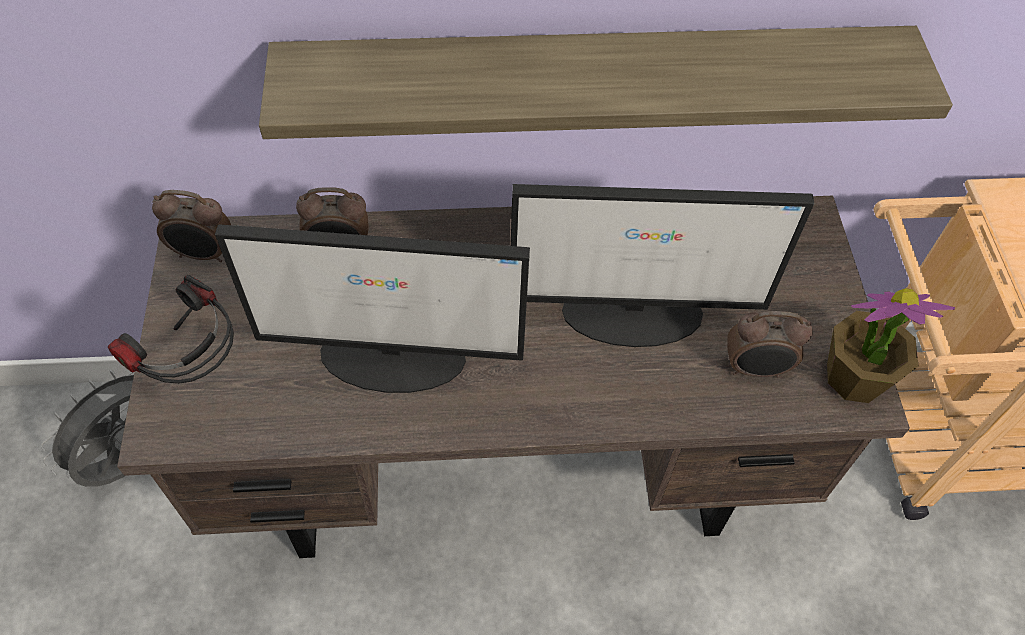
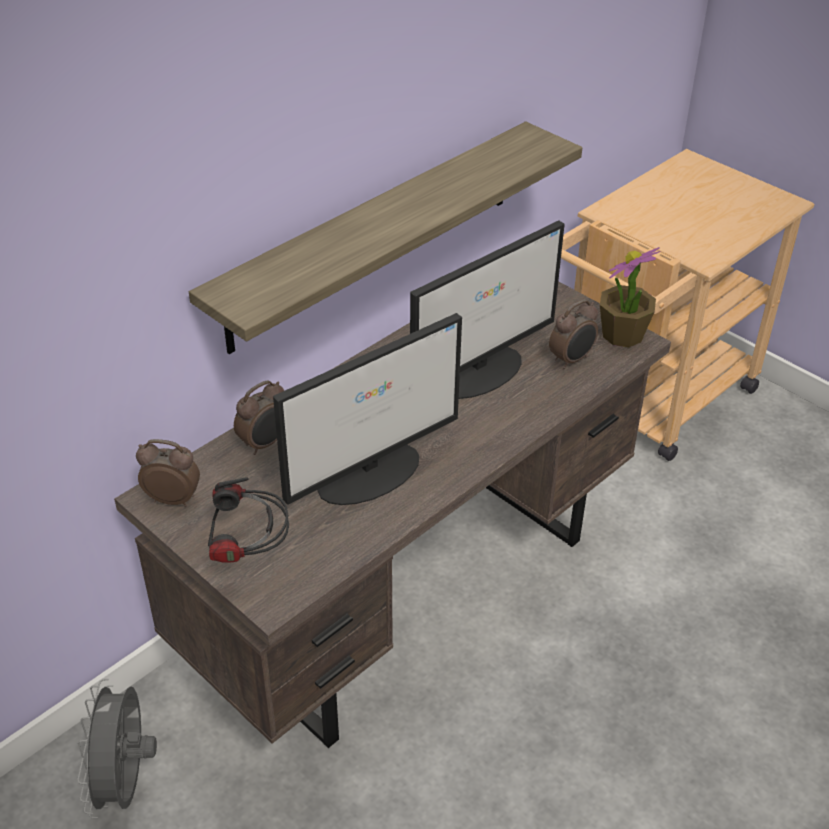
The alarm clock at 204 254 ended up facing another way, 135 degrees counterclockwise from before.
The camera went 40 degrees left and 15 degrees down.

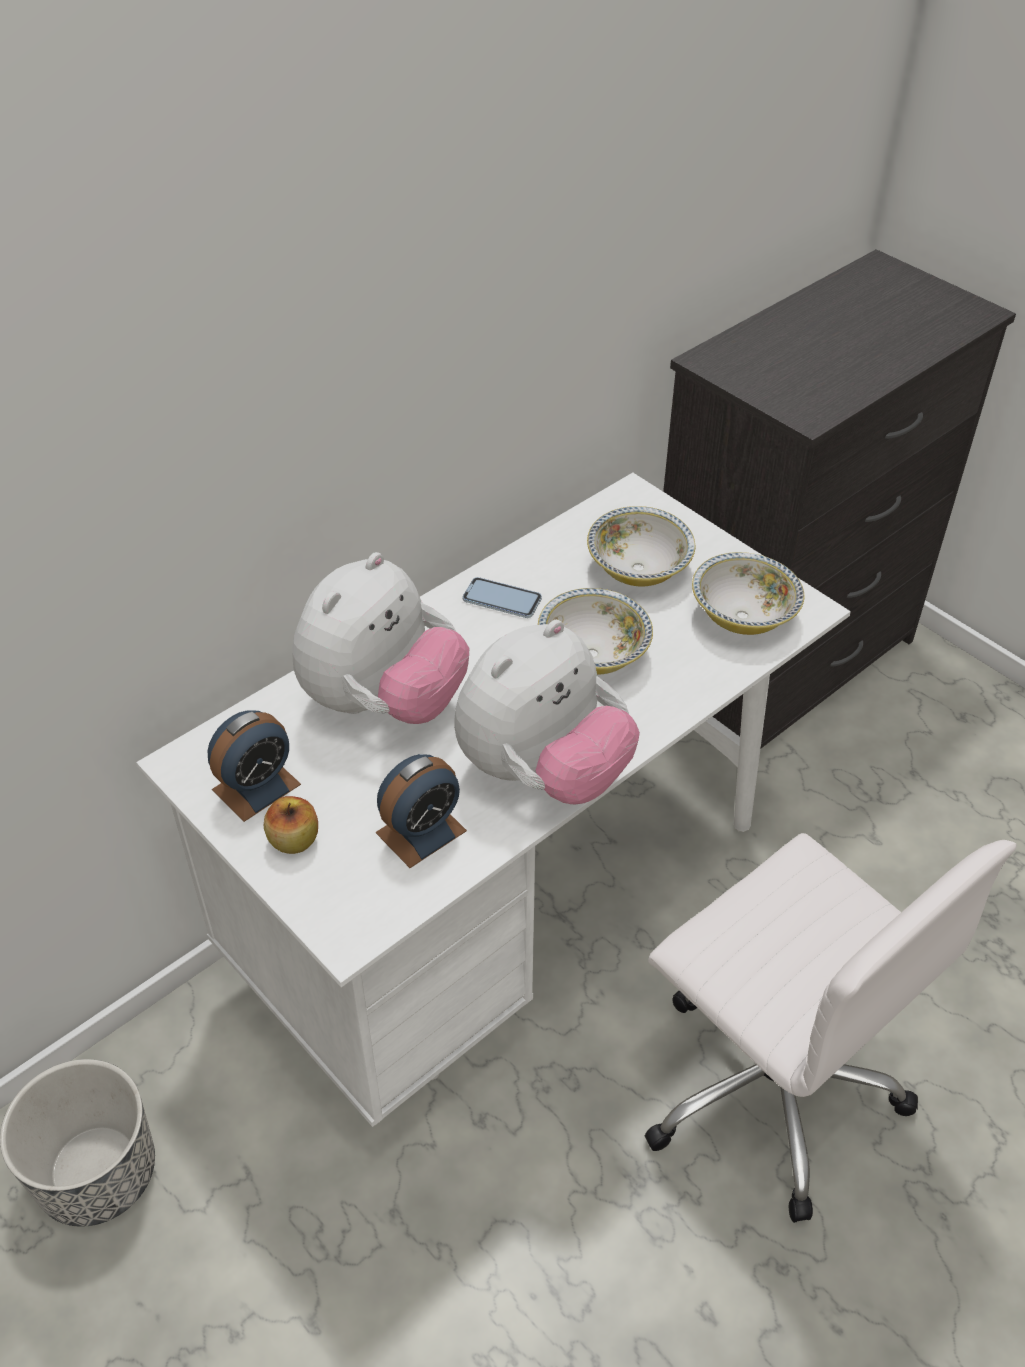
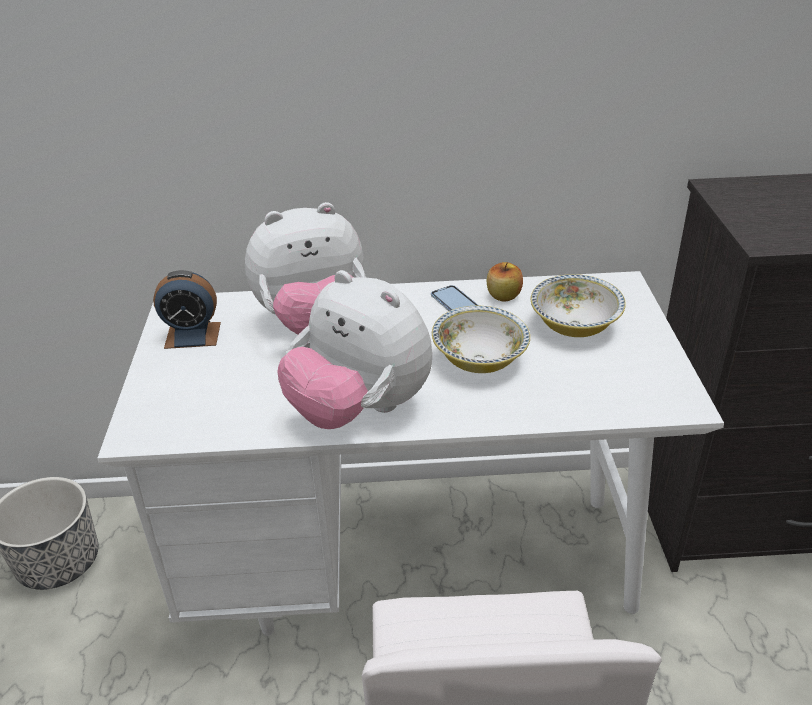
The second view lost the alarm clock at 421 832.
The second view lost the bowl at 743 616.
The apple ended up elsewhere, having gone from 294 840 to 503 296.
The plush toy at 543 772 ended up facing another way, 45 degrees clockwise from before.
The camera went 40 degrees right and 10 degrees down.

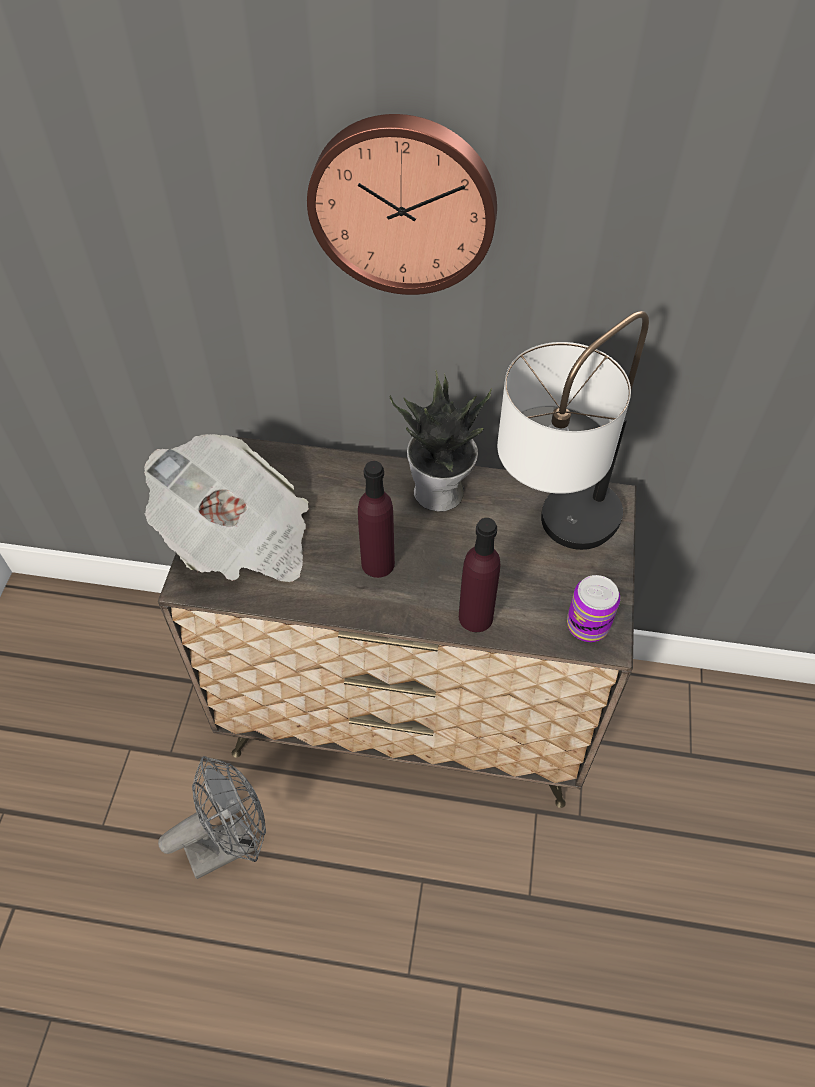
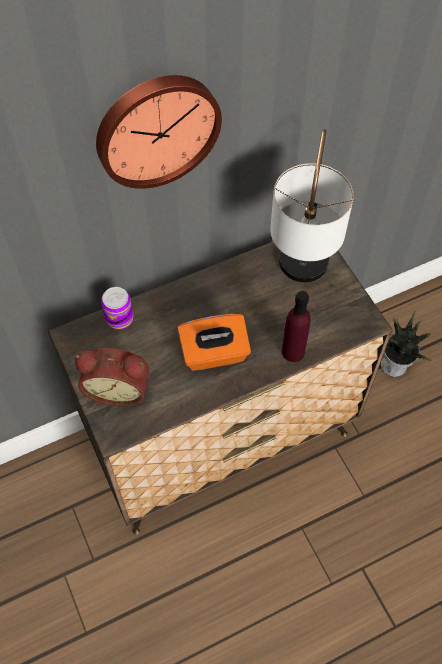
The second view lost the fan in grey at 230 842.
The potted plant ended up elsewhere, having gone from 440 493 to 395 365.
The can ended up elsewhere, having gone from 587 625 to 119 319.
Where the newspaper stood at 239 537, the alarm clock came to stand at 118 388.
Where the bottle in purple stood at 377 563, the tissue box in orange came to stand at 214 354.
The camera went 35 degrees left and 5 degrees up.

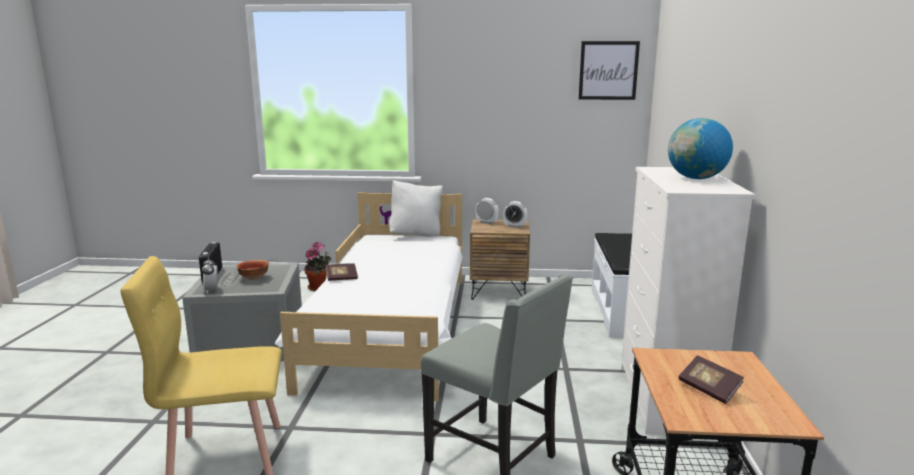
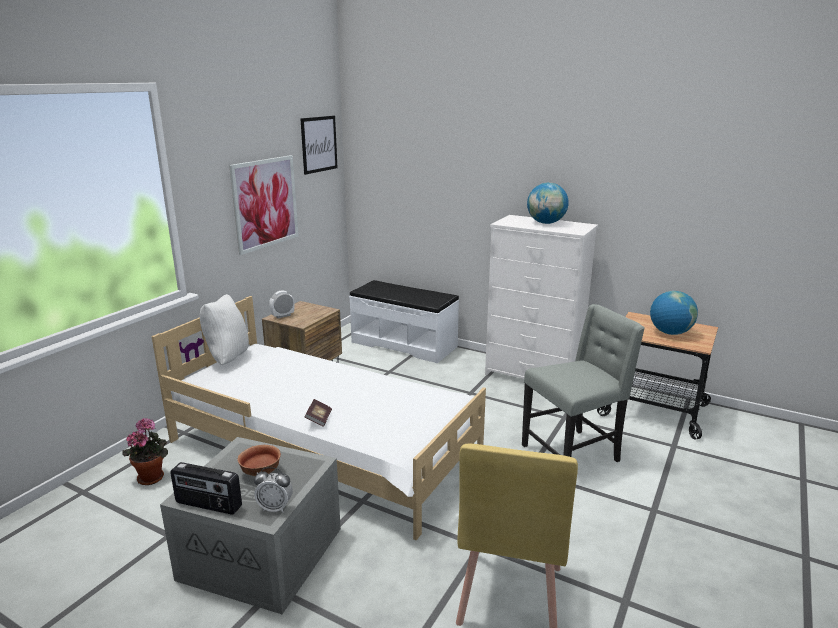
The second view lost the alarm clock at 515 226.
The second view gained the picture at 265 203.
Where the book stood at 709 389, the globe came to stand at 670 333.
The camera went 65 degrees left and 5 degrees up.

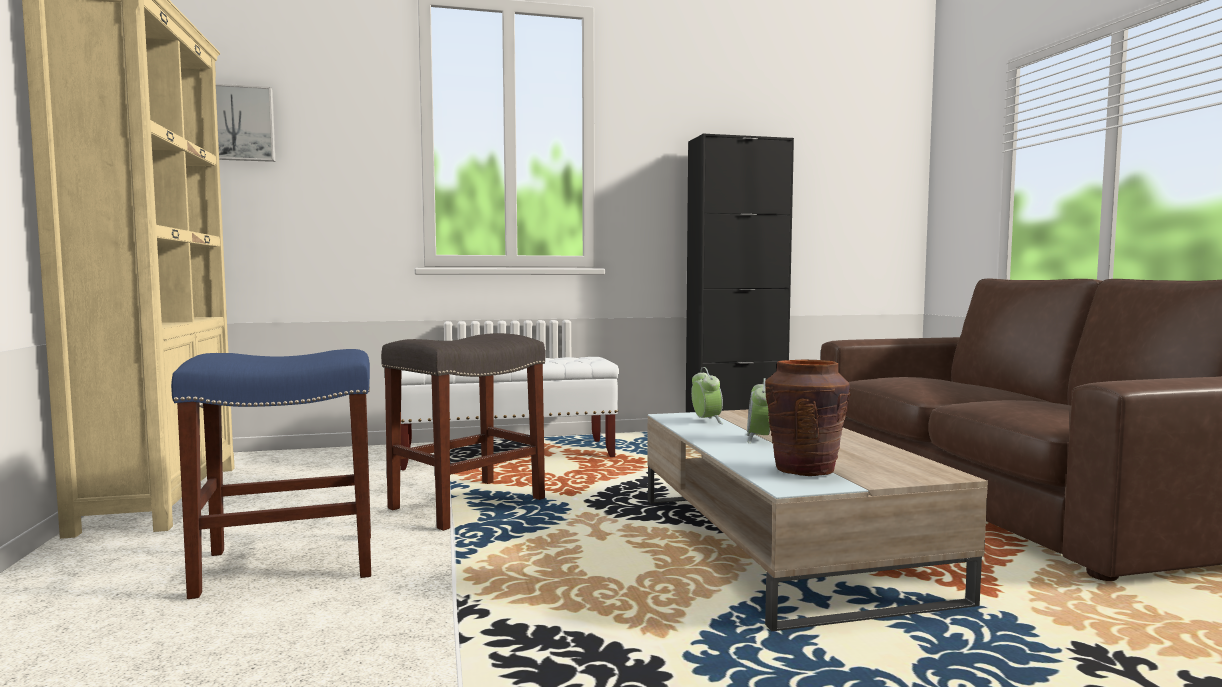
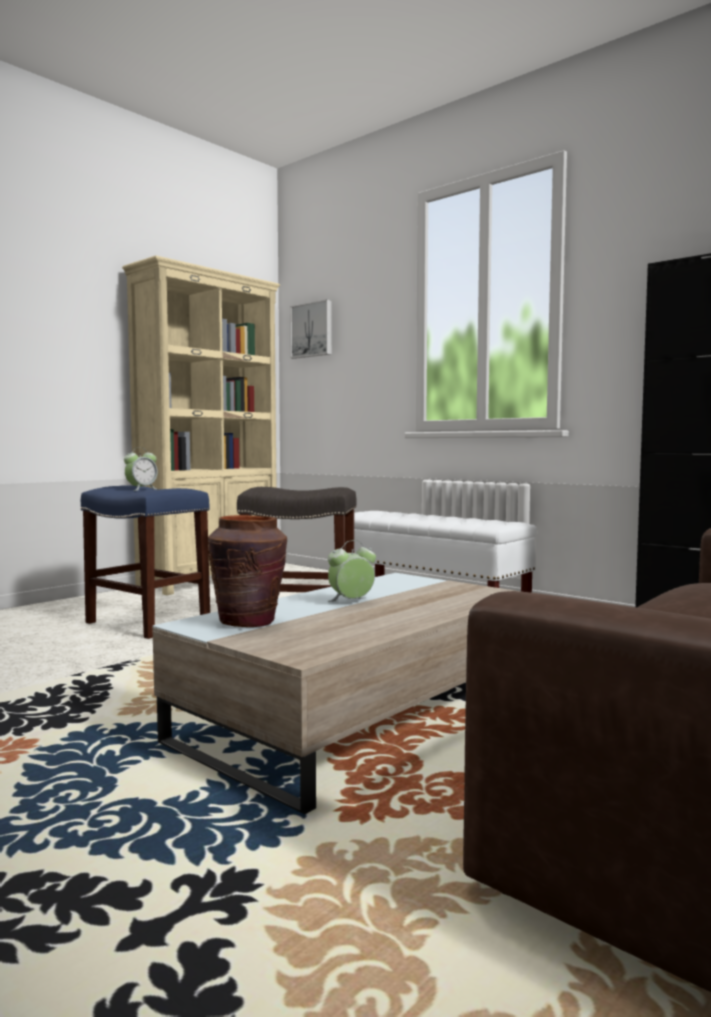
The alarm clock ended up elsewhere, having gone from 706 421 to 141 489.
The camera went 55 degrees right and 0 degrees up.

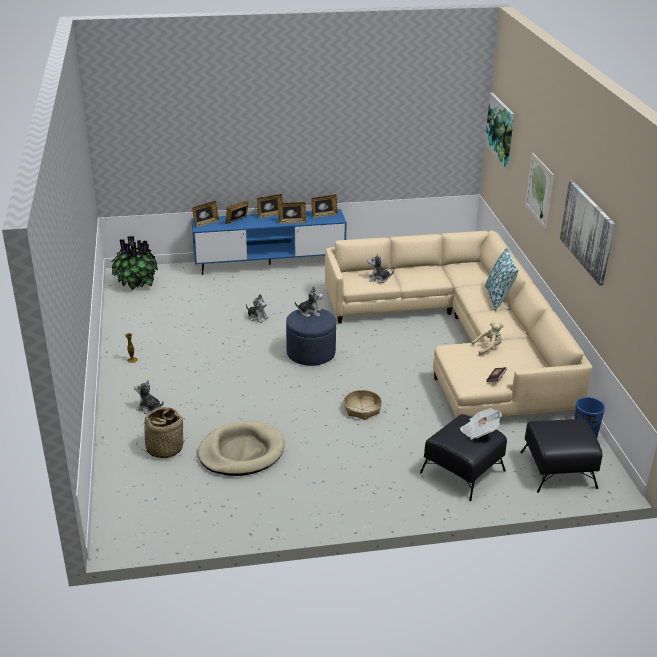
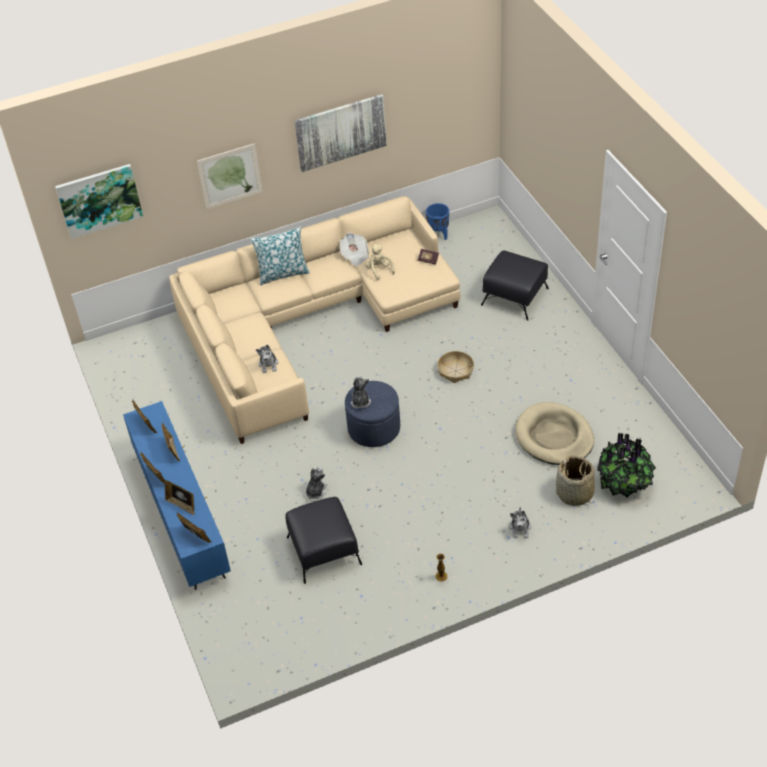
The potted plant ended up elsewhere, having gone from 136 284 to 624 483.
The newspaper ended up elsewhere, having gone from 479 431 to 355 256.
The ottoman in black ended up elsewhere, having gone from 559 470 to 324 550.
The camera went 100 degrees left and 15 degrees up.

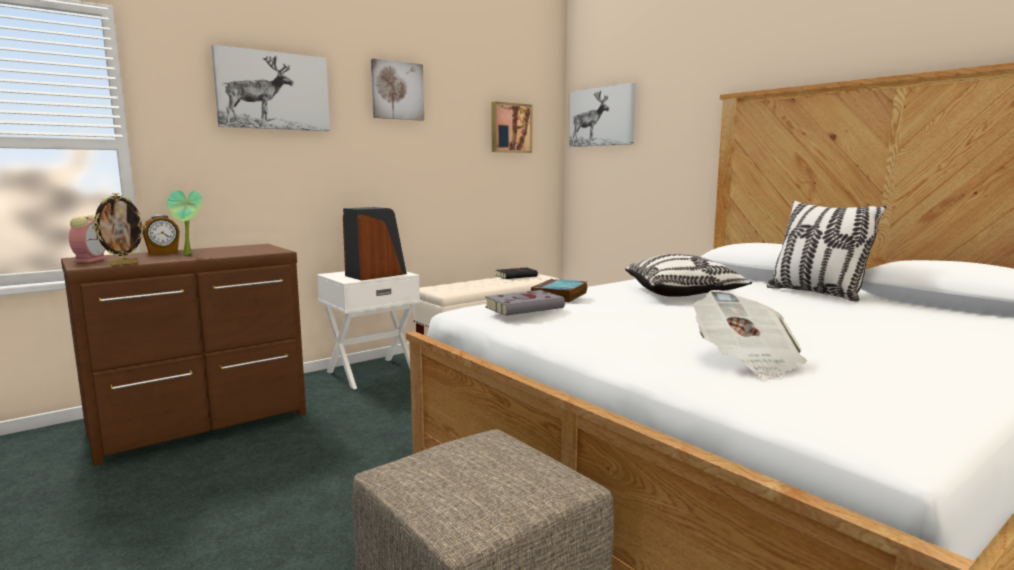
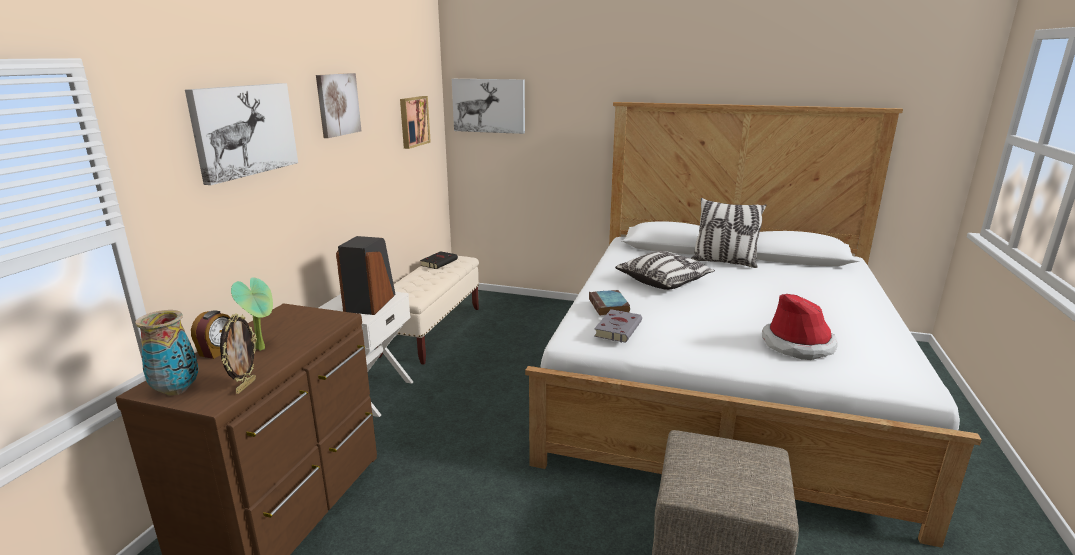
Where the alarm clock stood at 91 260, the vase came to stand at 176 390.
Where the newspaper stood at 746 361, the hat came to stand at 797 345.
The camera went 35 degrees left and 10 degrees up.

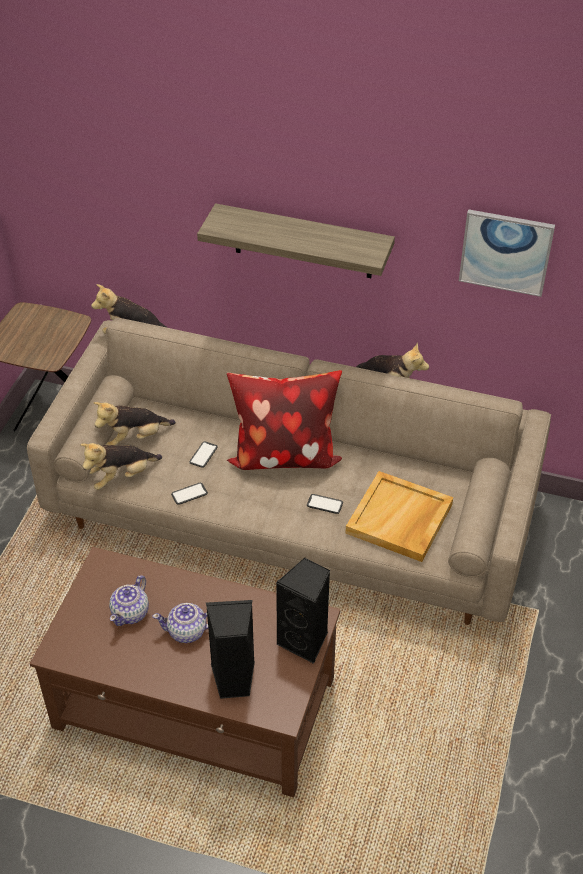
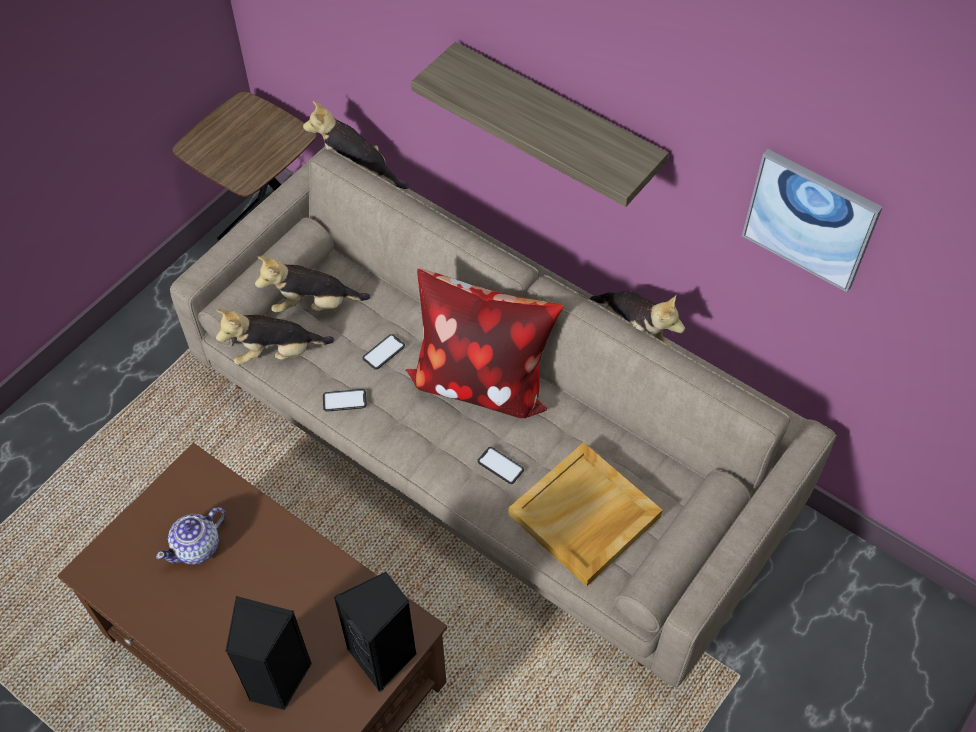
The second view lost the teapot at 187 632.
The camera went 20 degrees right and 10 degrees up.

